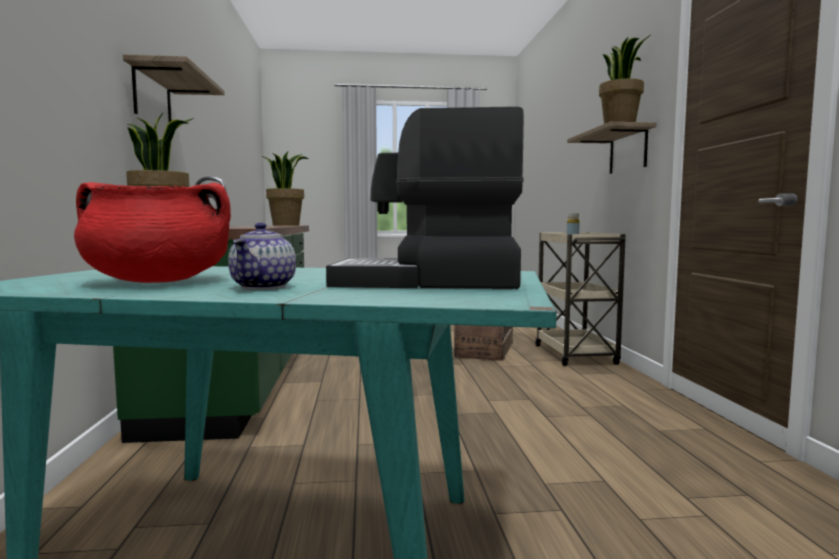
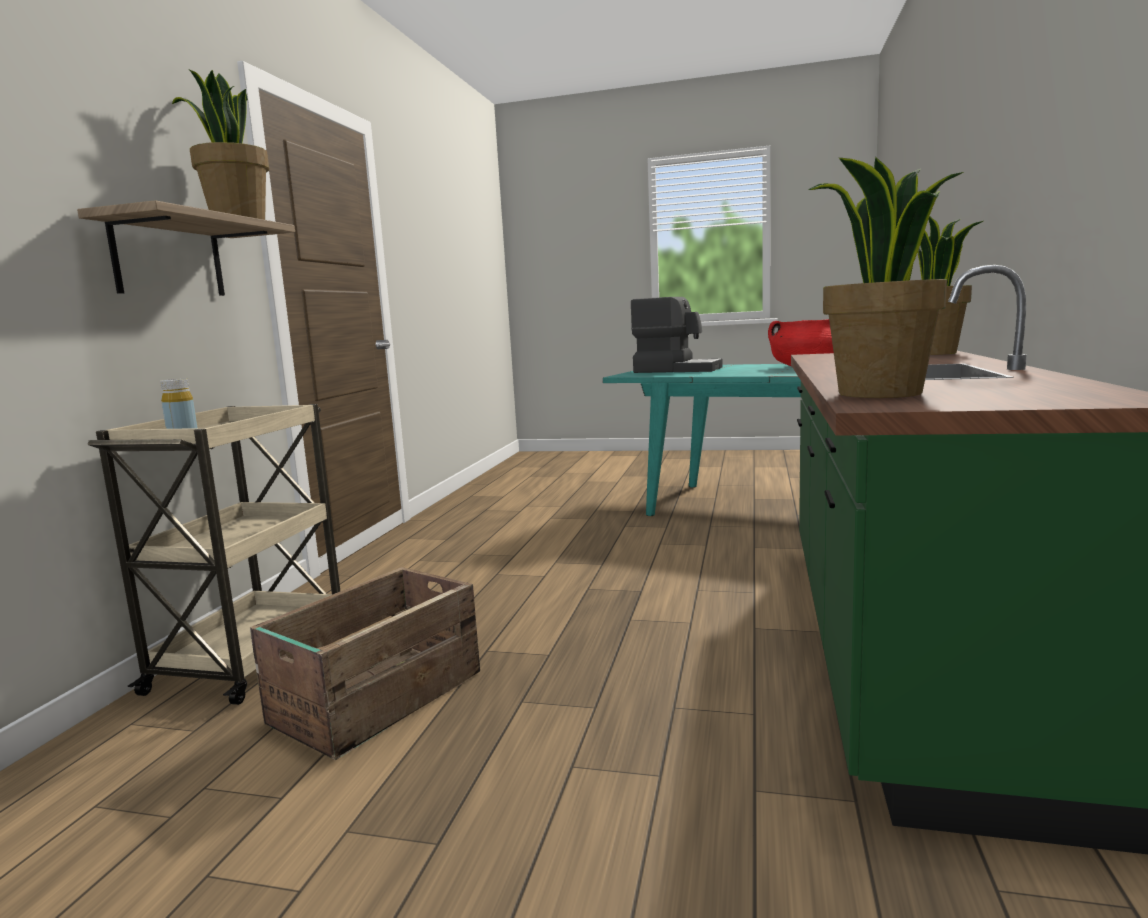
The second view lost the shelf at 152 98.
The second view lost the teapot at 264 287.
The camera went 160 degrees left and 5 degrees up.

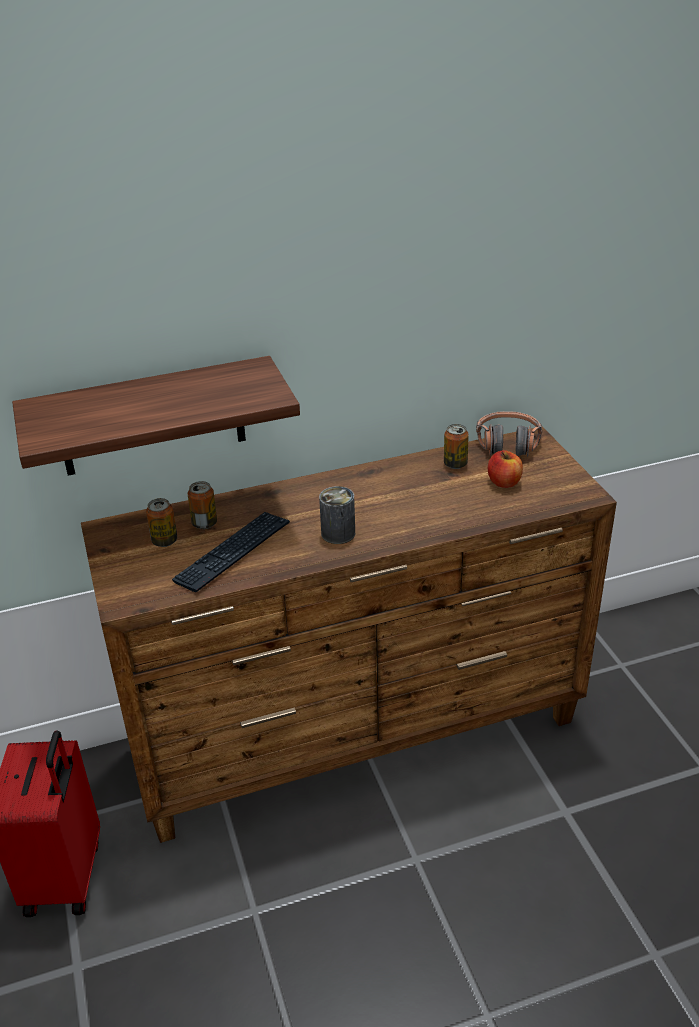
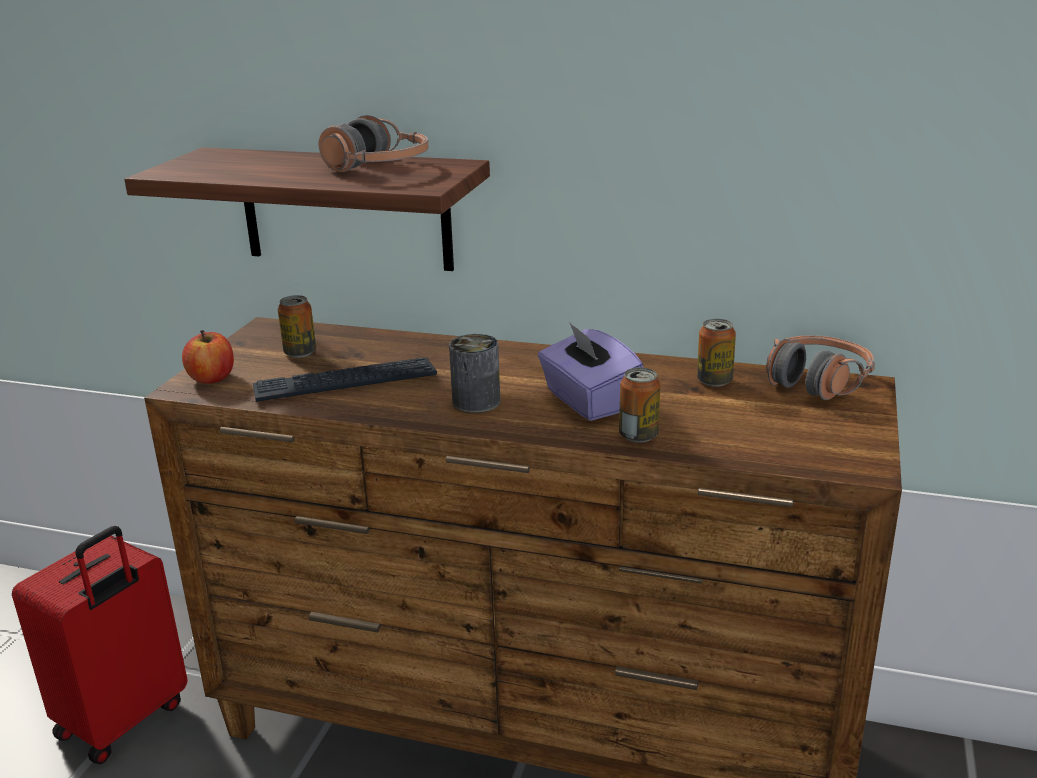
The second view gained the headphones at 378 168.
The second view gained the tissue box in purple at 588 401.
The can ended up elsewhere, having gone from 204 523 to 638 435.
The apple ended up elsewhere, having gone from 504 482 to 212 378.
The camera went 35 degrees right and 10 degrees down.

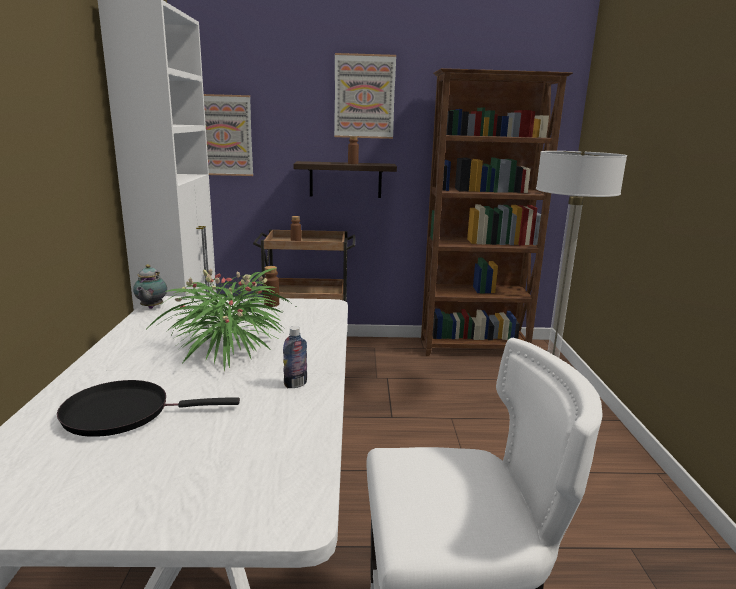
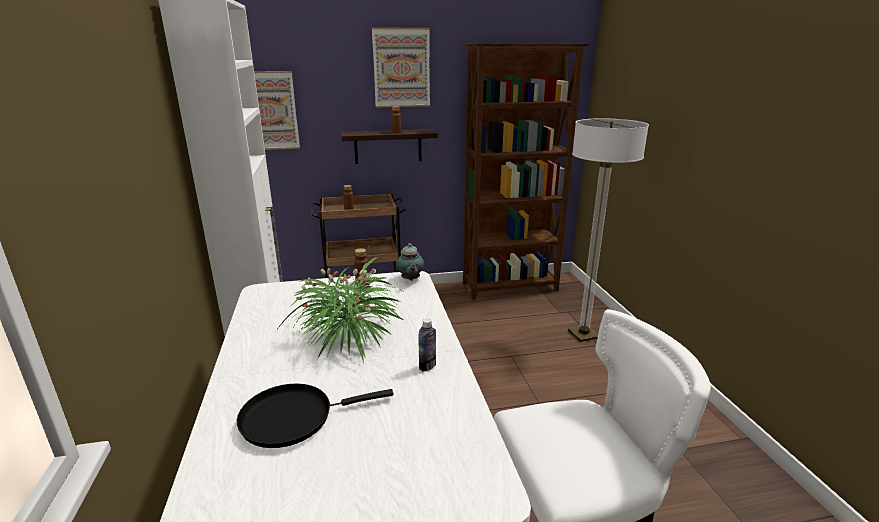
The teapot ended up elsewhere, having gone from 151 308 to 410 279.
The camera went 10 degrees left and 5 degrees up.

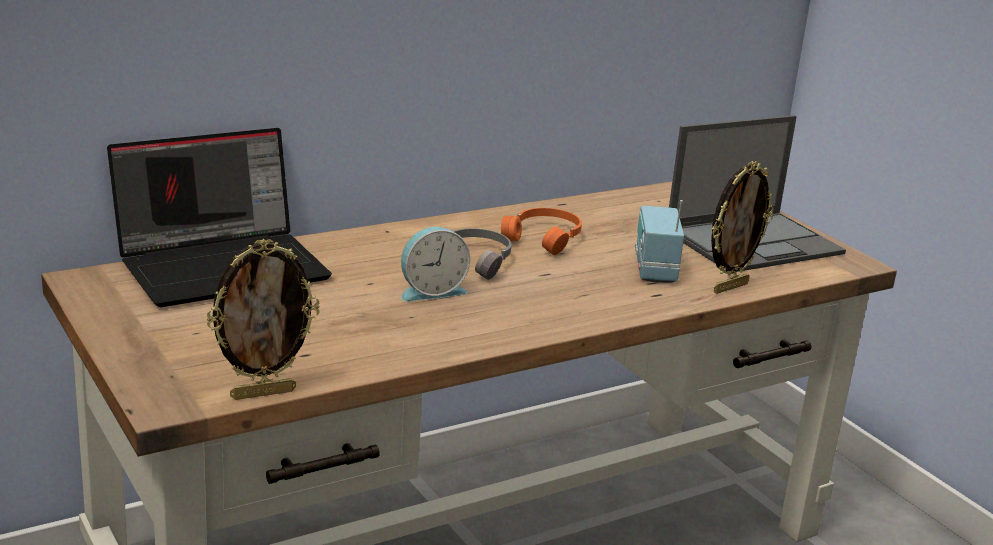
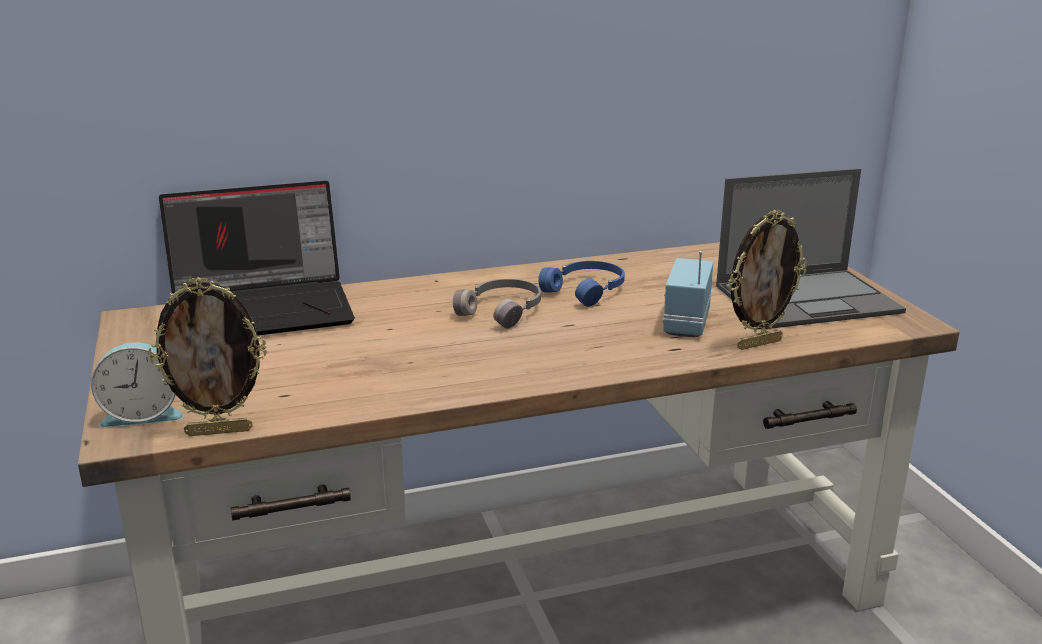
The alarm clock ended up elsewhere, having gone from 431 291 to 143 414.
What was the headphones in orange at 544 238 turned into the headphones in blue at 587 291.
The camera went 15 degrees right and 0 degrees up.

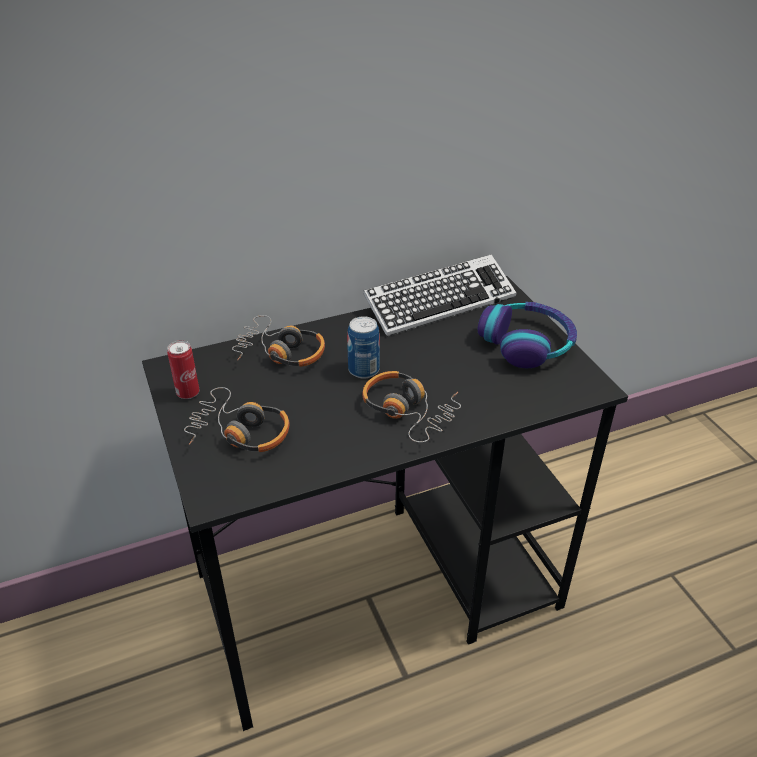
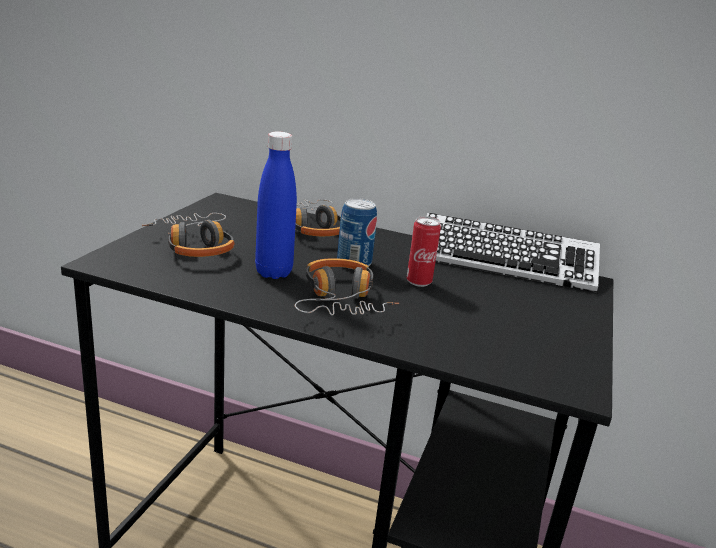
The second view lost the headphones at 527 343.
The second view gained the bottle in blue at 273 272.
The can ended up elsewhere, having gone from 188 393 to 418 282.
The camera went 40 degrees right and 15 degrees down.

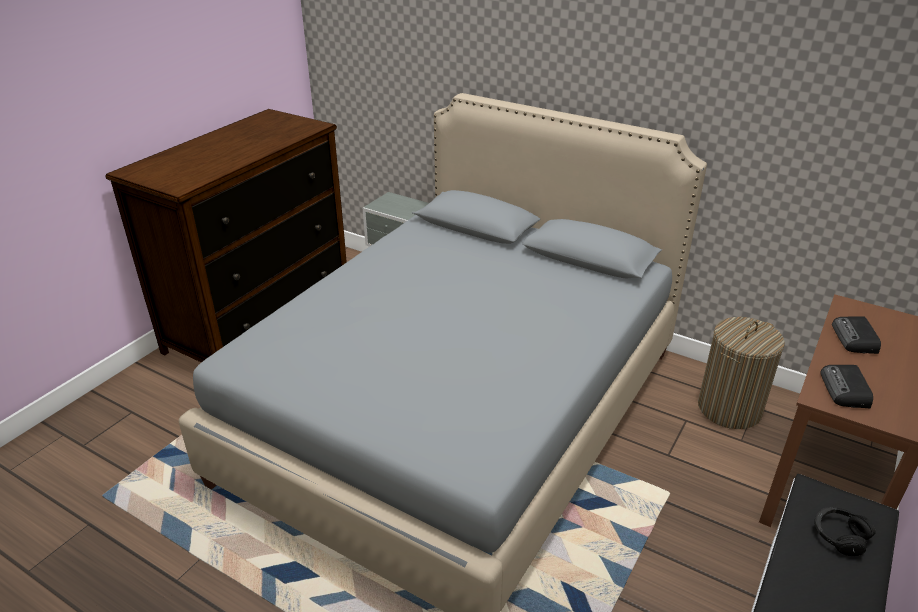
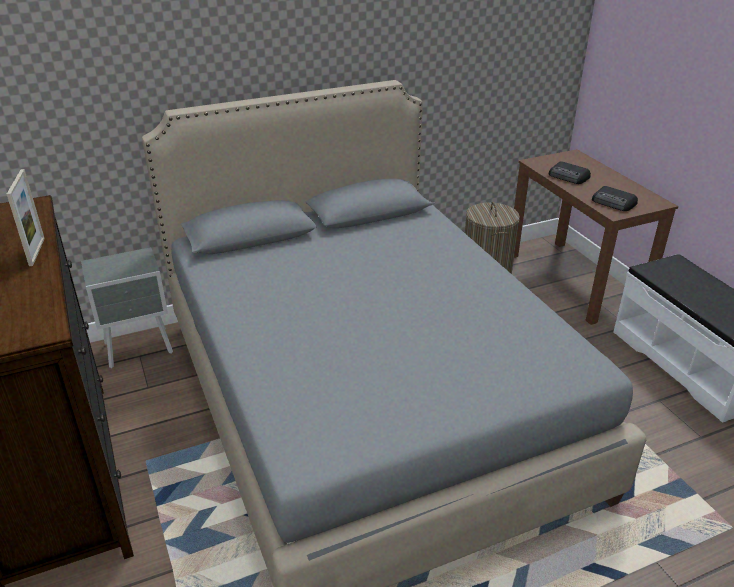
The second view lost the headphones in black at 839 536.
The second view gained the picture frame at 37 251.
The camera went 55 degrees left and 0 degrees up.

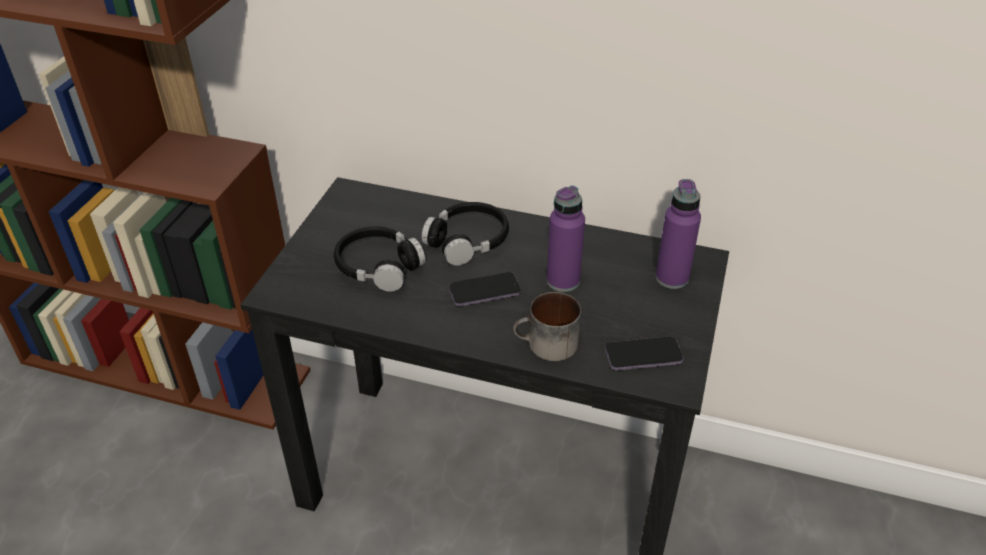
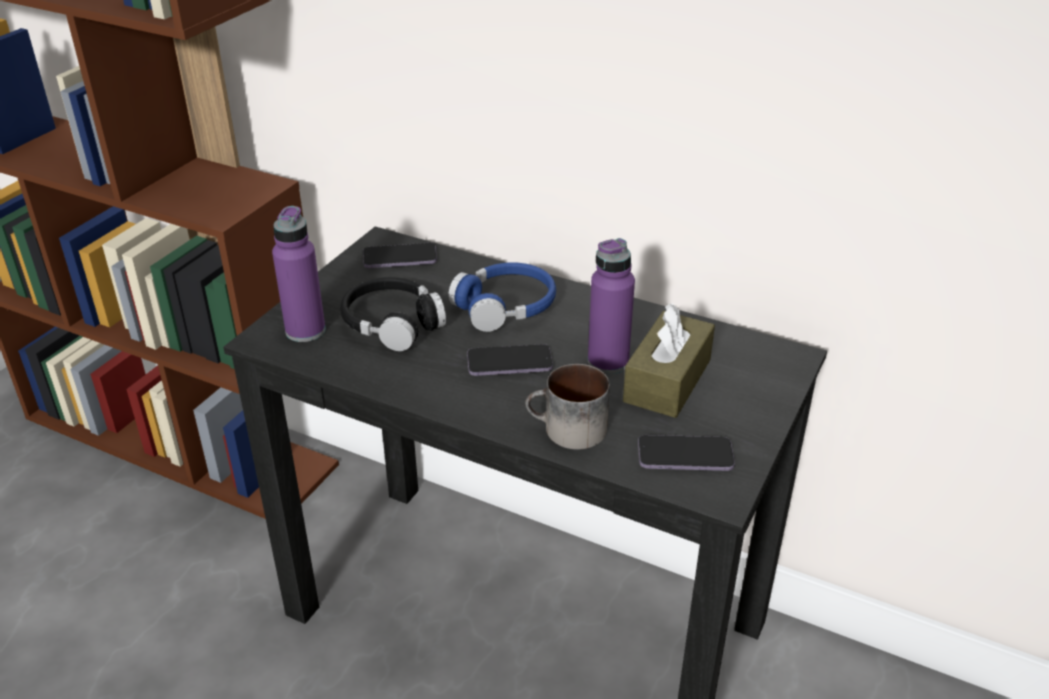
The second view gained the phone at 400 258.
The second view gained the tissue box in brown at 667 380.
The bottle in purple ended up elsewhere, having gone from 672 278 to 305 331.
What was the headphones in black at 467 241 turned into the headphones in blue at 505 307.
The camera went 10 degrees right and 5 degrees down.

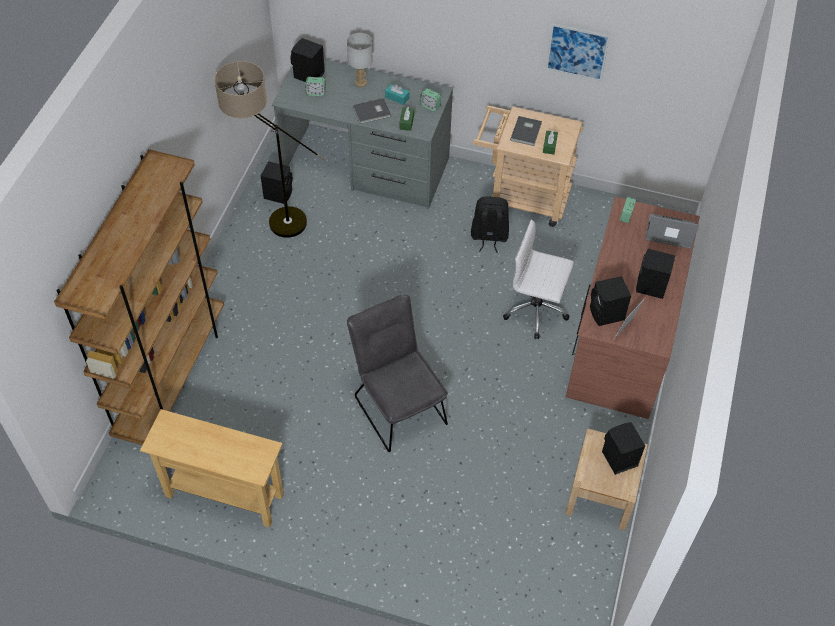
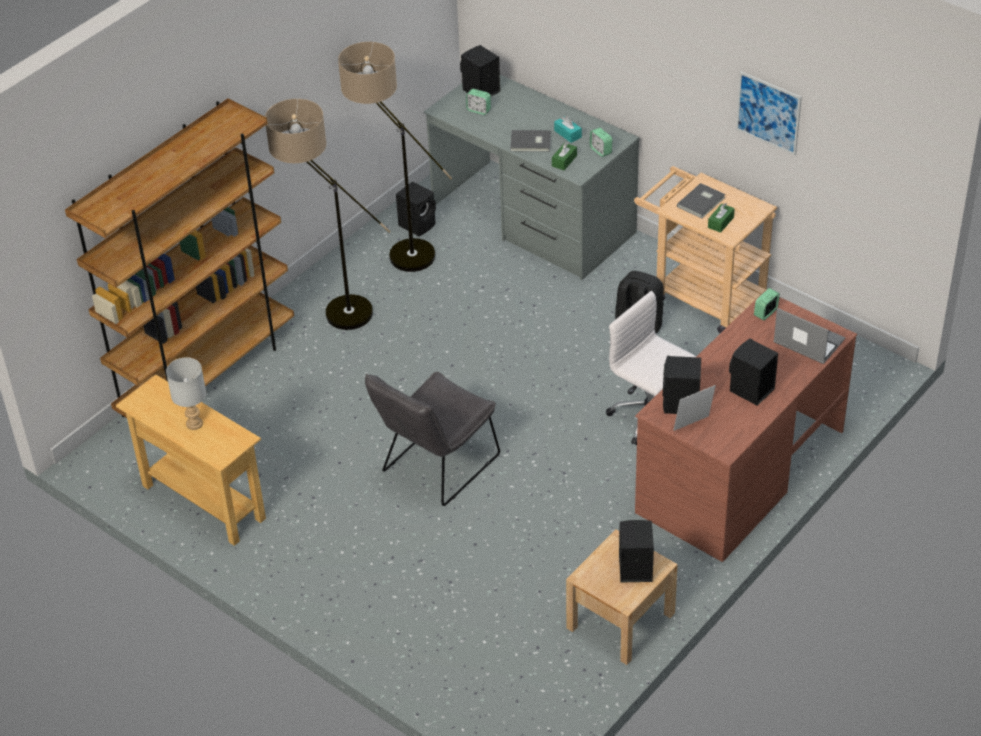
The second view gained the floor lamp at 332 309.
The table lamp in grey ended up elsewhere, having gone from 360 83 to 193 424.
The chair in grey at 397 405 ended up facing another way, 135 degrees counterclockwise from before.
The camera went 25 degrees right and 10 degrees down.

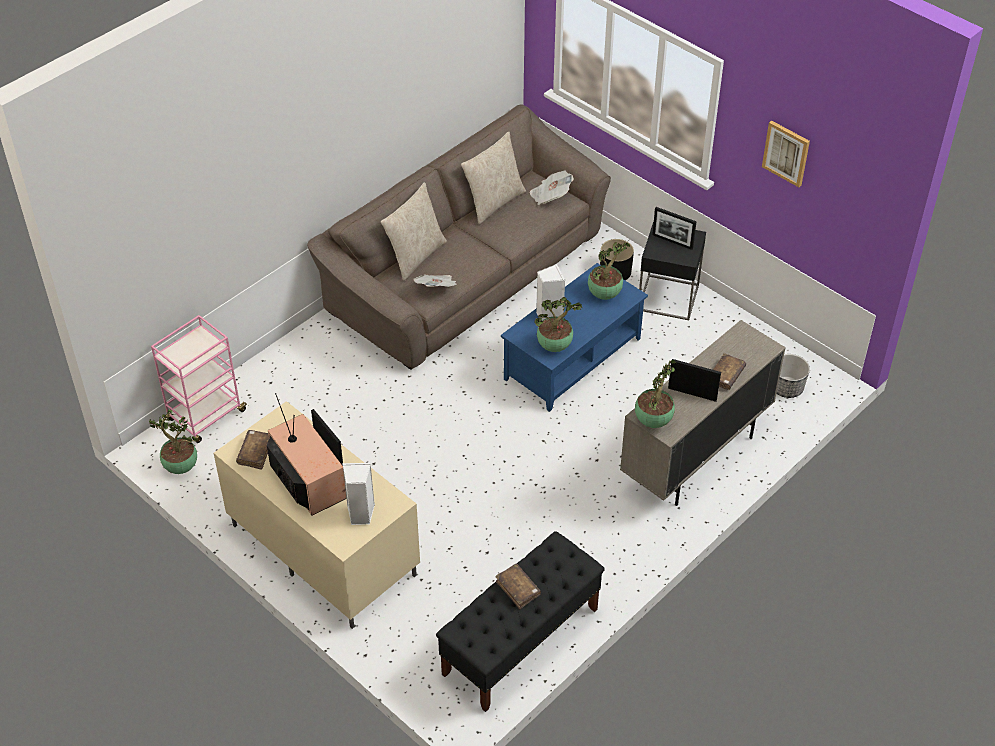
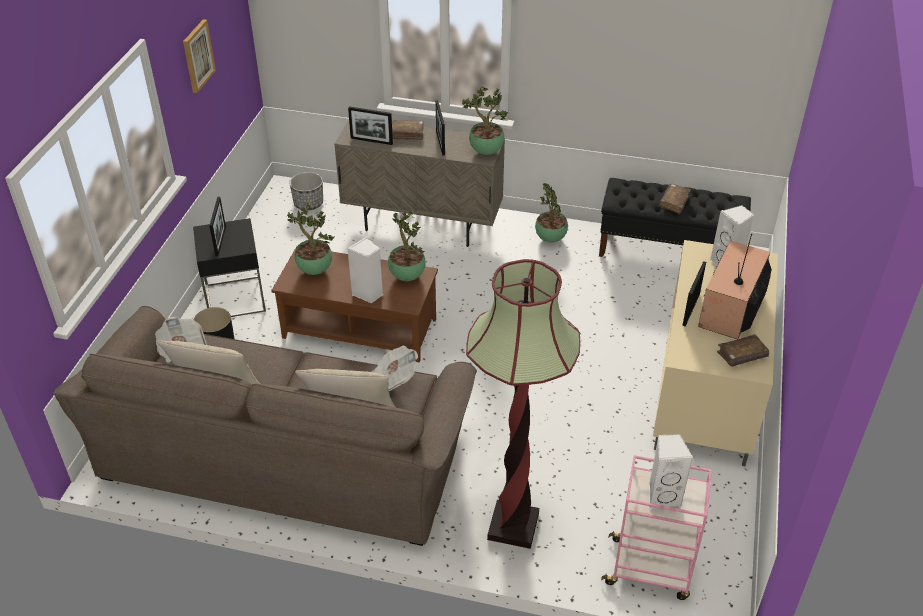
The second view gained the picture frame at 371 141.
The second view gained the floor lamp at 513 526.
The second view gained the speaker in white at 662 496.
The potted plant ended up elsewhere, having gone from 180 467 to 551 239.
What was the coffee table in blue at 572 358 turned into the coffee table in brown at 359 329.
The camera went 120 degrees left and 5 degrees down.

